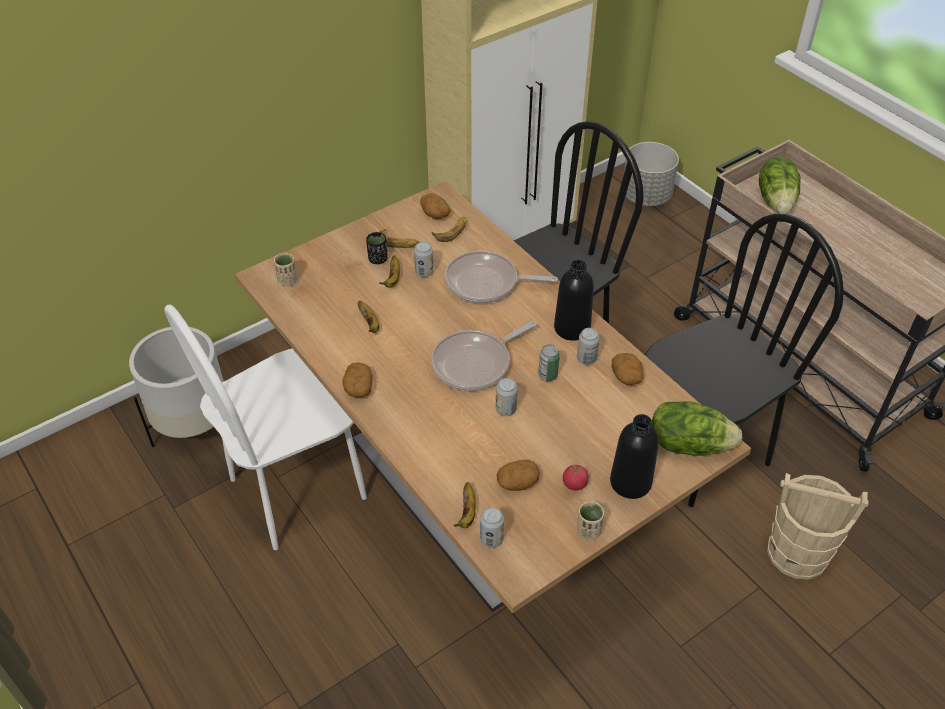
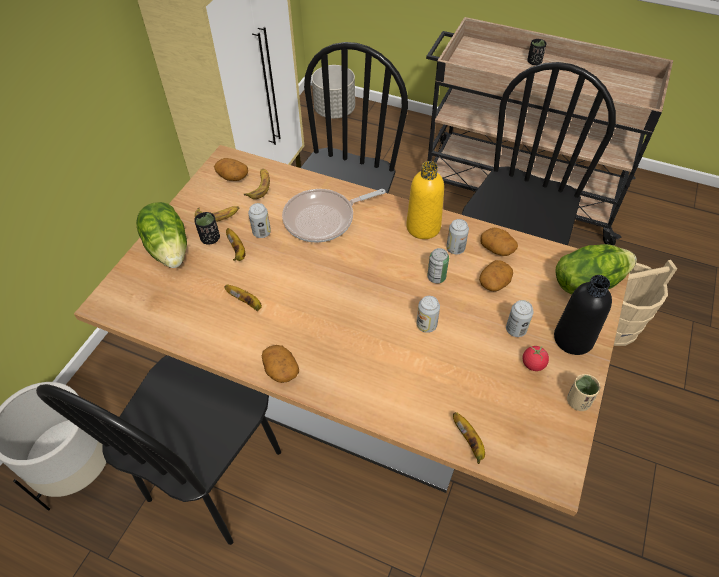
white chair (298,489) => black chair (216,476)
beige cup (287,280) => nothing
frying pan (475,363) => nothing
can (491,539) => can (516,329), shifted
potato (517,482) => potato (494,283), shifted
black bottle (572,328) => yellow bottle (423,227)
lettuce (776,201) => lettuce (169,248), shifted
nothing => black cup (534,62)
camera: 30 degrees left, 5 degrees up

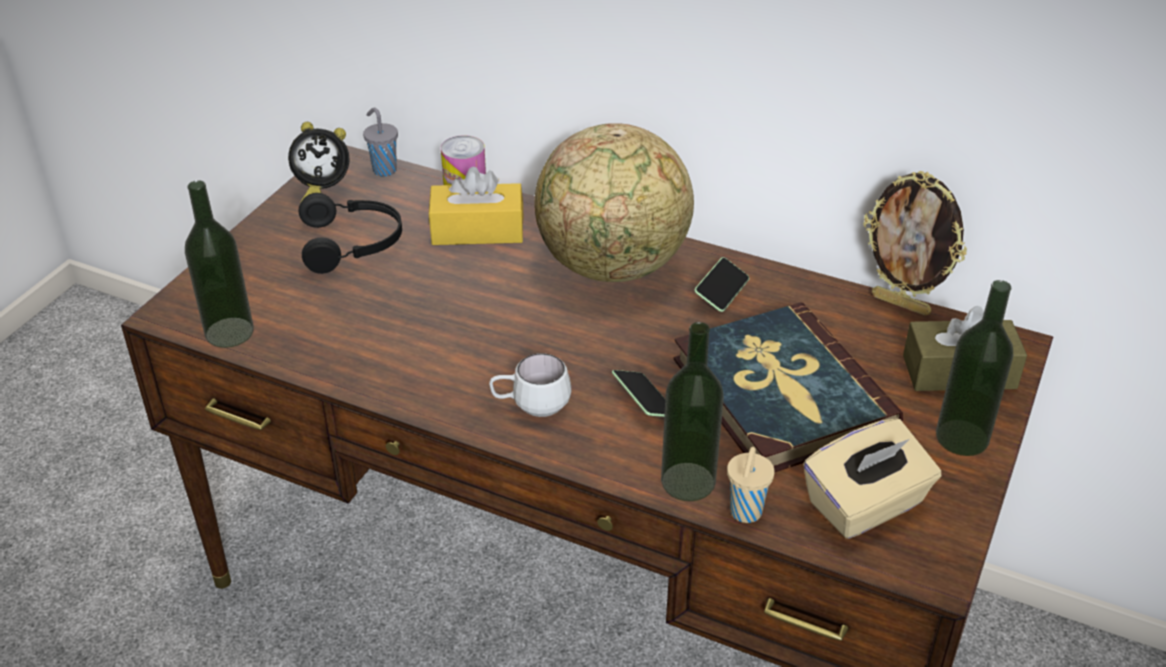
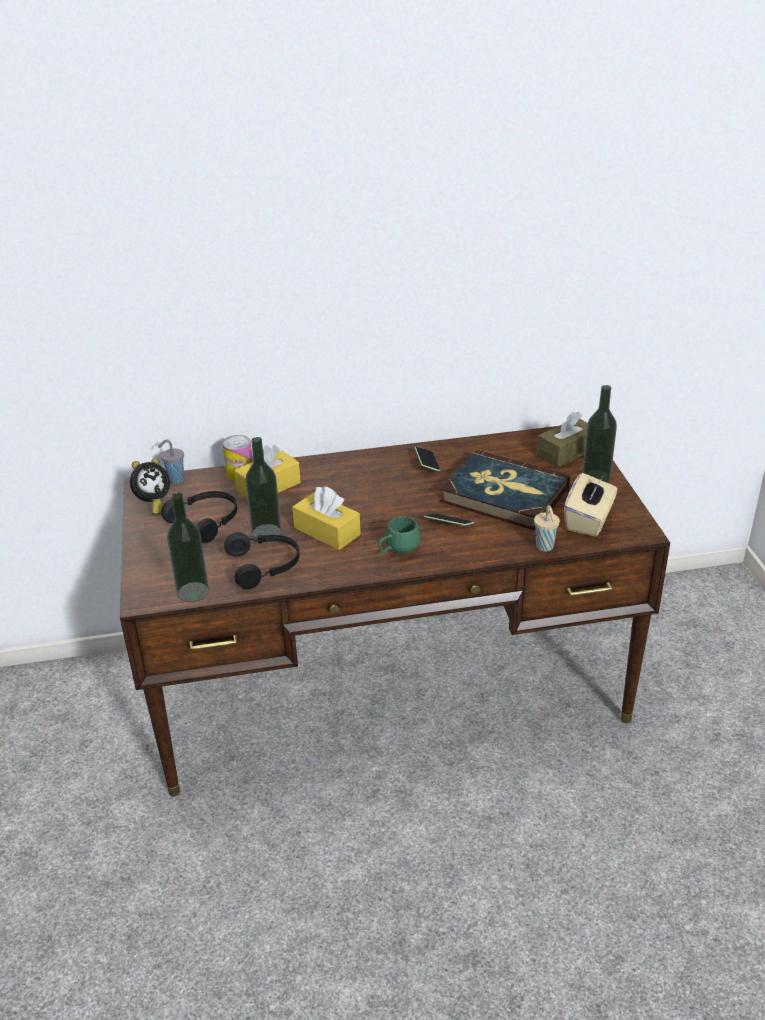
white mug (531,406) => green mug (398,551)
globe (613,267) => nothing
bottle (688,481) => bottle (266,532), shifted
picture frame (901,304) => nothing
nothing => black headphones (265,566)
nothing => yellow tissue box (327,531)
camera: 35 degrees left, 5 degrees down

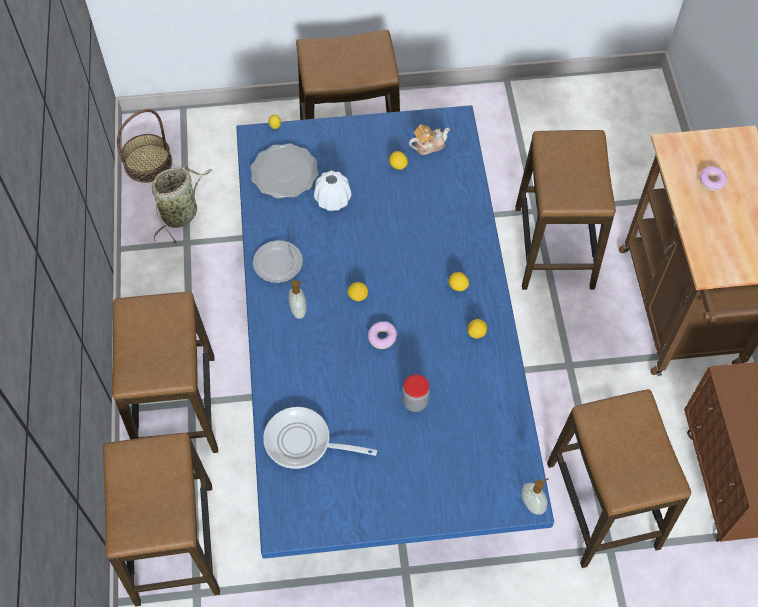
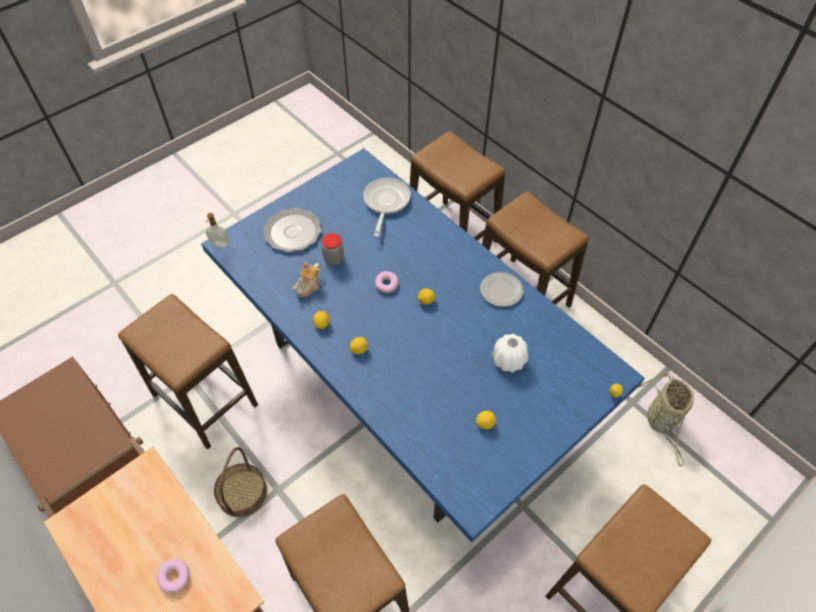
basket (148,163) => basket (242,493), shifted
plate (284,173) => plate (293,232), shifted
frying pan (303,442) => frying pan (385,203), 60 degrees counterclockwise
soap dispenser (299,310) => nothing
teapot (428,145) => teapot (309,286), shifted
camera: 145 degrees right, 5 degrees down

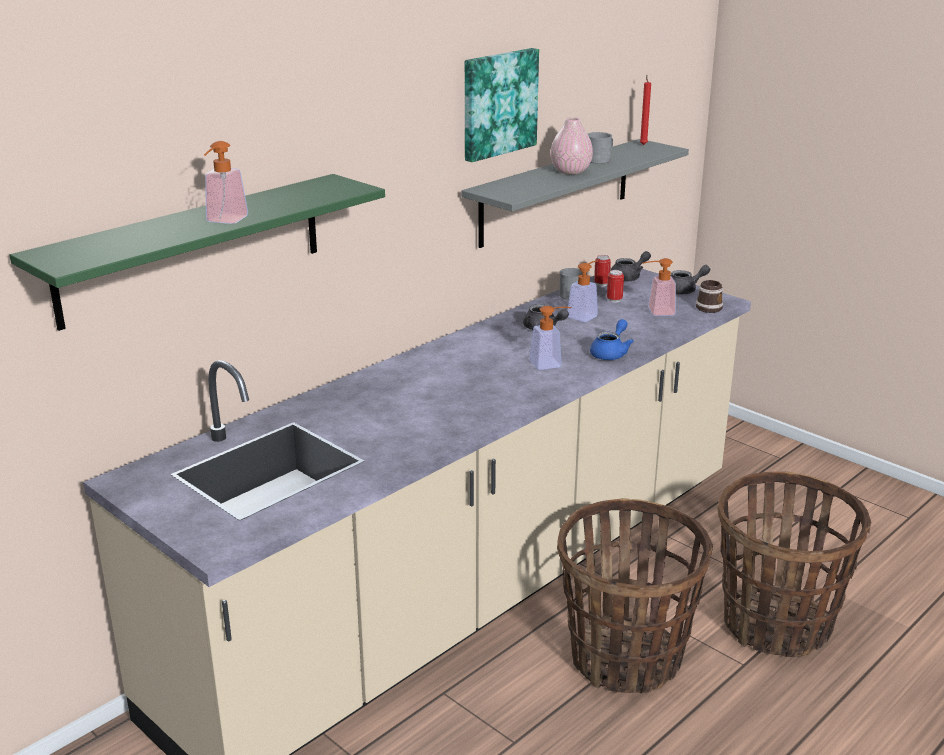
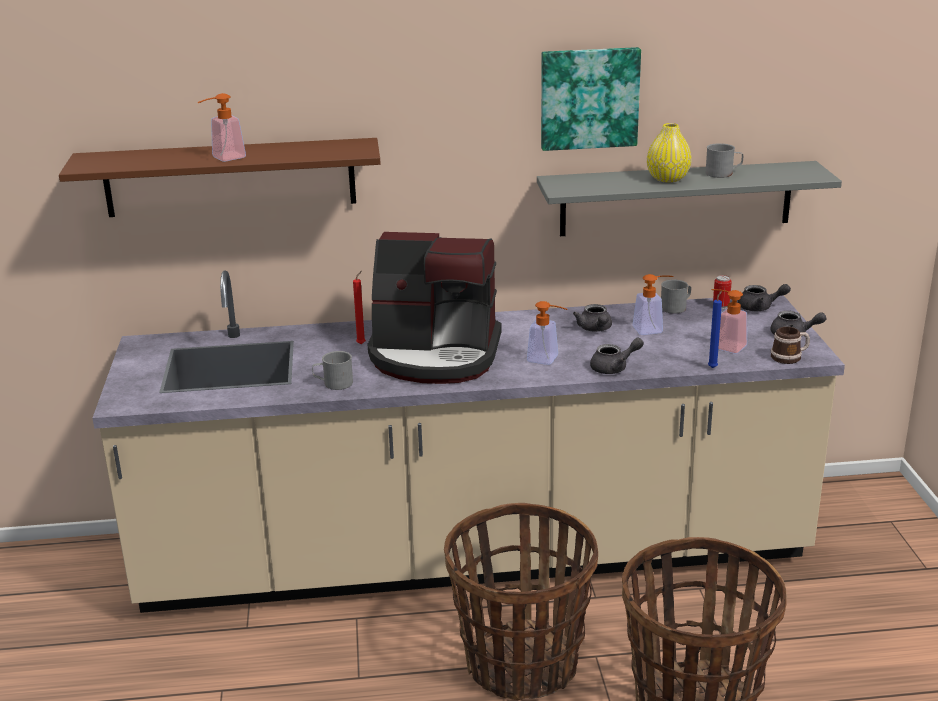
green shelf (193,249) => brown shelf (230,177)
pink vase (571,171) => yellow vase (668,179)
blue teapot (611,353) => grey teapot (614,368)
can (614,300) => nothing
red candle (643,144) => red candle (362,343), shifted
nothing => grey mug (333,383)
nothing => coffee machine (435,355)
nothing => blue candle (713,367)
camera: 40 degrees right, 0 degrees up

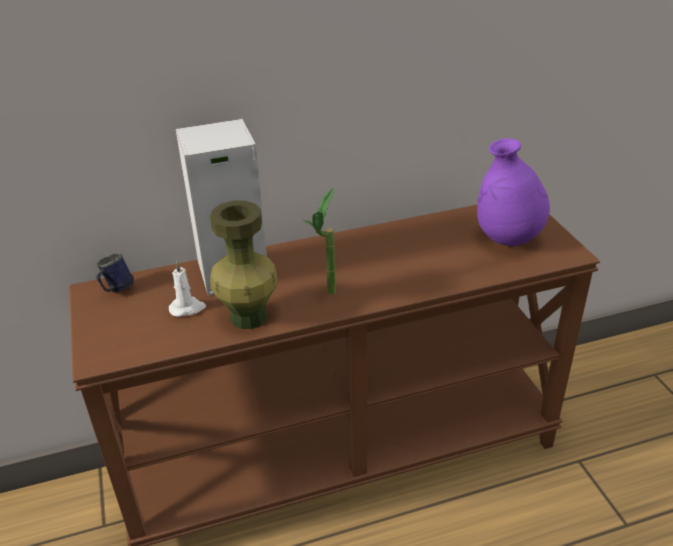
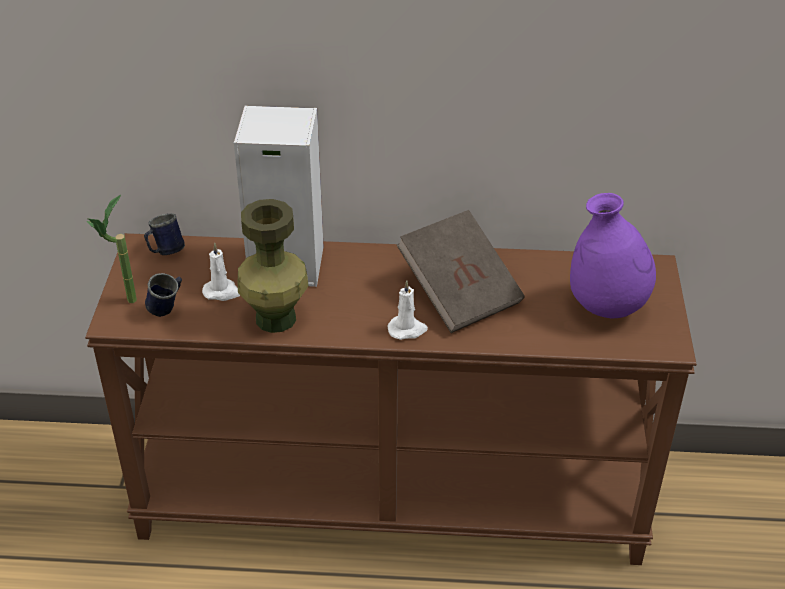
potted plant (327,296) => potted plant (123,304), shifted
nothing => blue mug (168,308)
nothing => white candle (407,329)
nothing => brown book (459,292)
camera: 20 degrees right, 5 degrees up

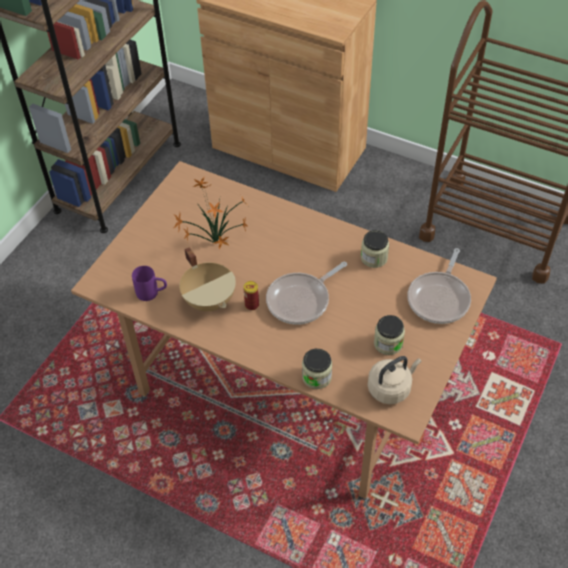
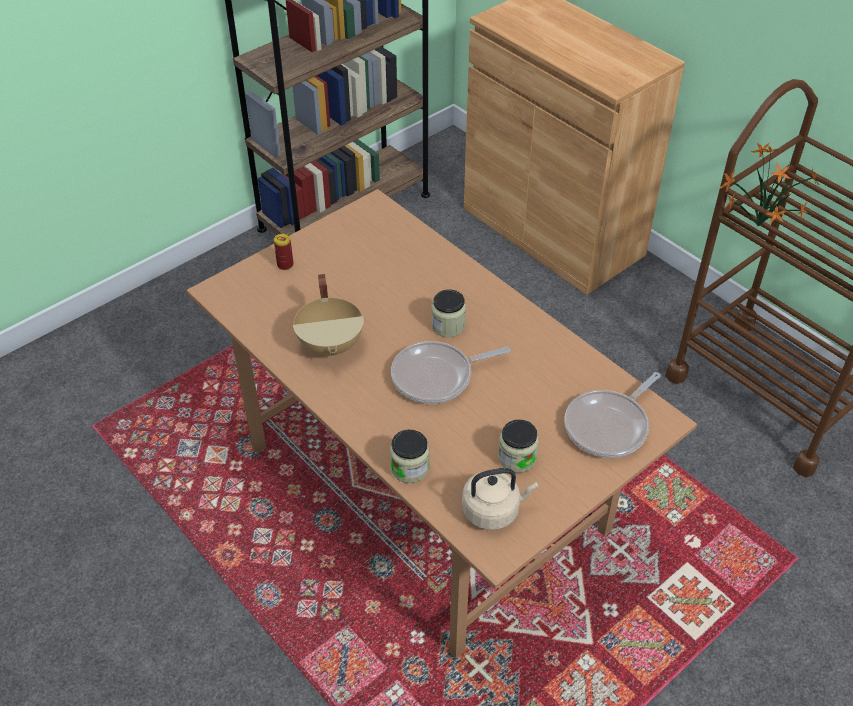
purple mug (152,293) => nothing
potted plant (213,243) => potted plant (755,226), shifted
can (252,305) => can (285,265), shifted
jar (374,258) => jar (448,326), shifted
camera: 20 degrees right, 5 degrees down

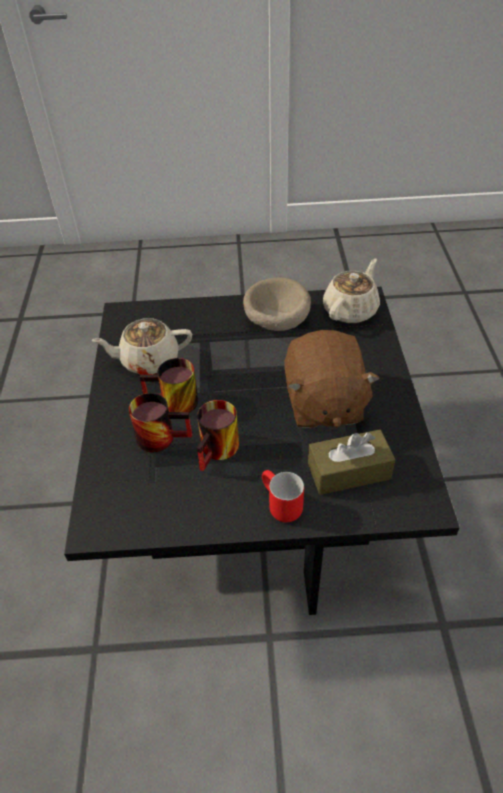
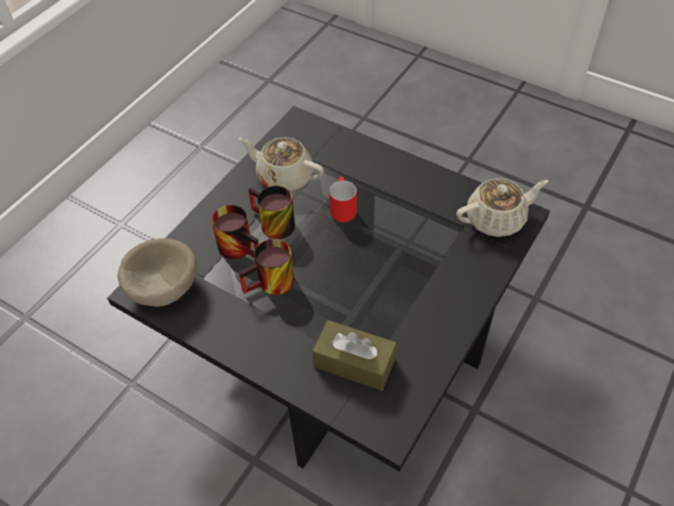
beige bowl (276,322) => beige bowl (162,288), shifted
red mug (278,505) => red mug (341,208), shifted
brown plush toy (323,403) => nothing
camera: 35 degrees right, 5 degrees up

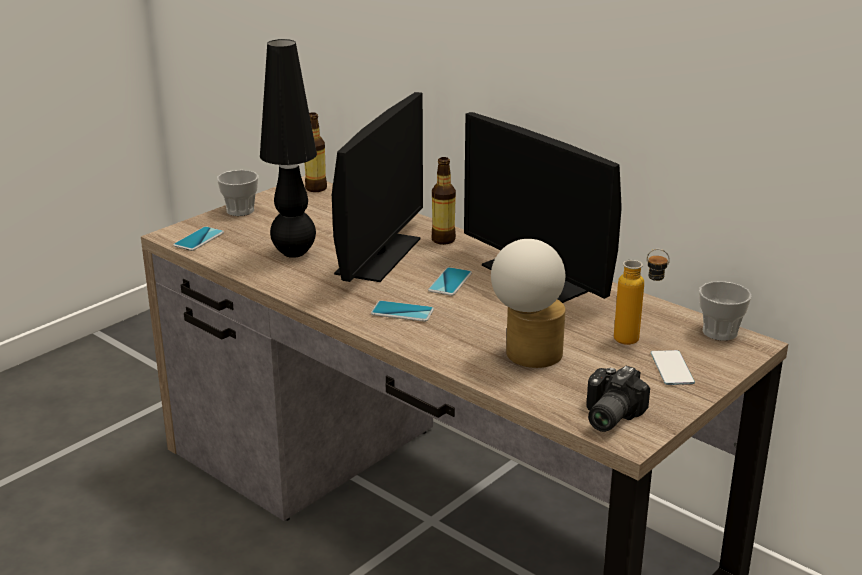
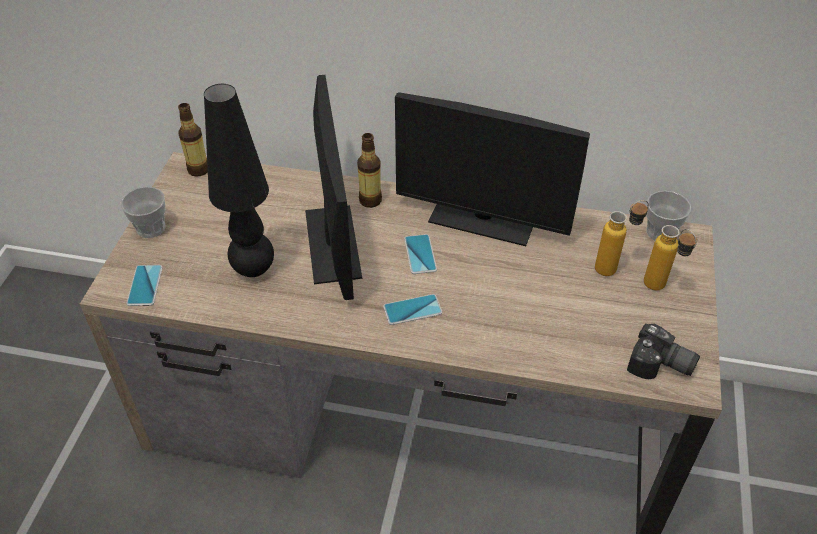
table lamp (526,356) => nothing
photo camera (607,416) => photo camera (660,366), 60 degrees counterclockwise
phone (672,368) => bottle (661,289)
camera: 30 degrees left, 20 degrees up

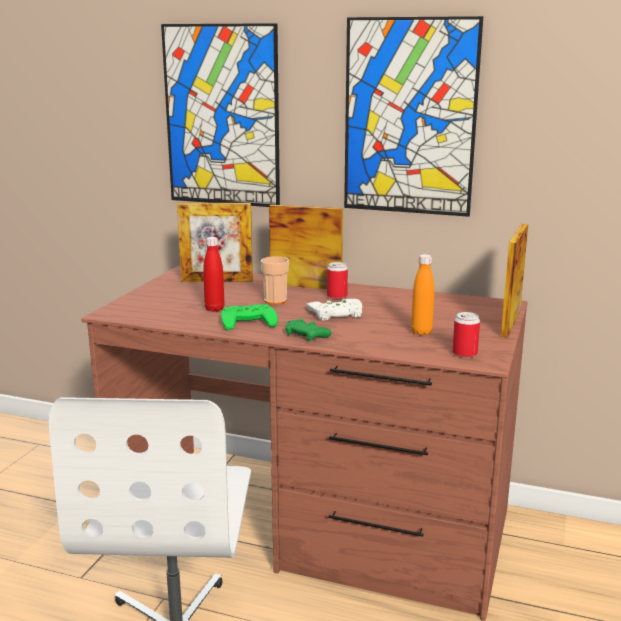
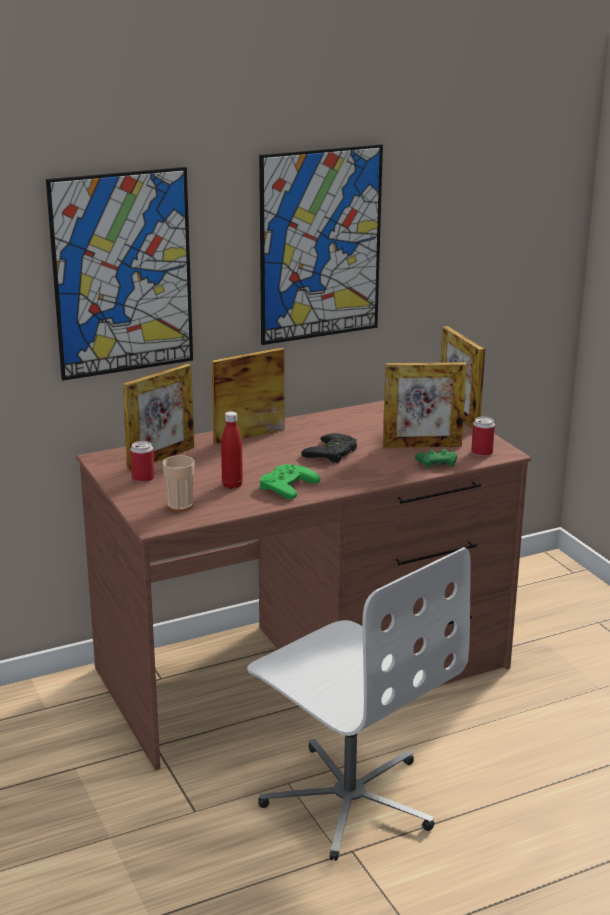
cup (275,301) => cup (180,505), shifted
green game controller (306,335) => green game controller (437,463), shifted
white game controller (336,314) => black game controller (333,453)
can (337,296) => can (143,478), shifted
orange bottle (421,332) => picture frame (422,446)
camera: 45 degrees left, 5 degrees up

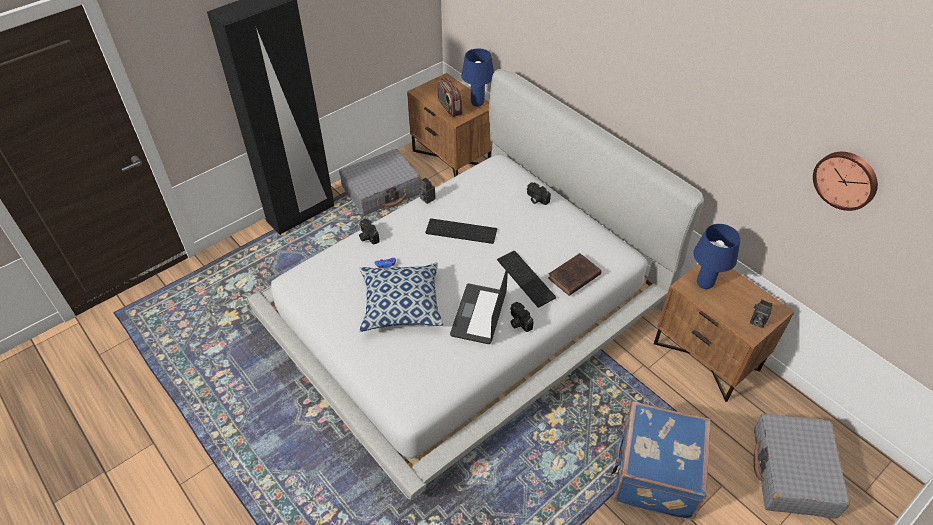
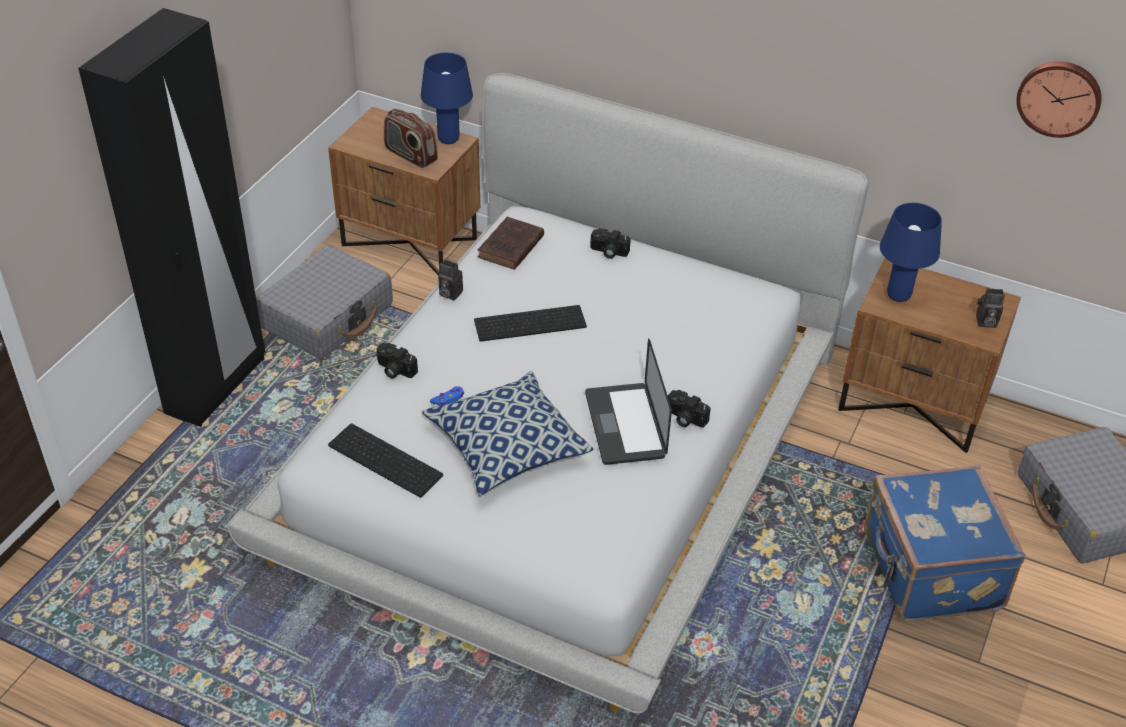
keyboard (527,278) => keyboard (387,459), shifted
brown book (573,277) => brown book (510,248), shifted
camera: 25 degrees left, 5 degrees down

